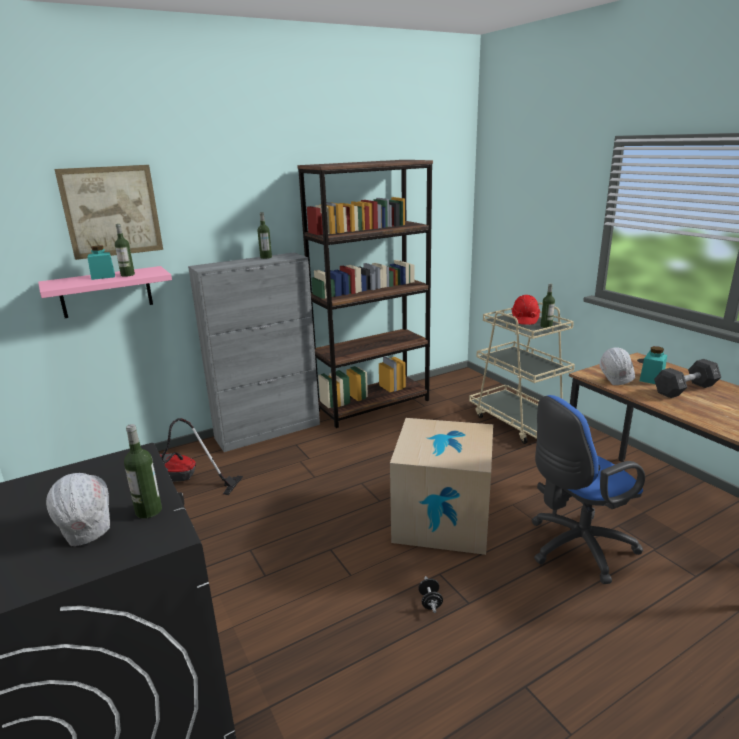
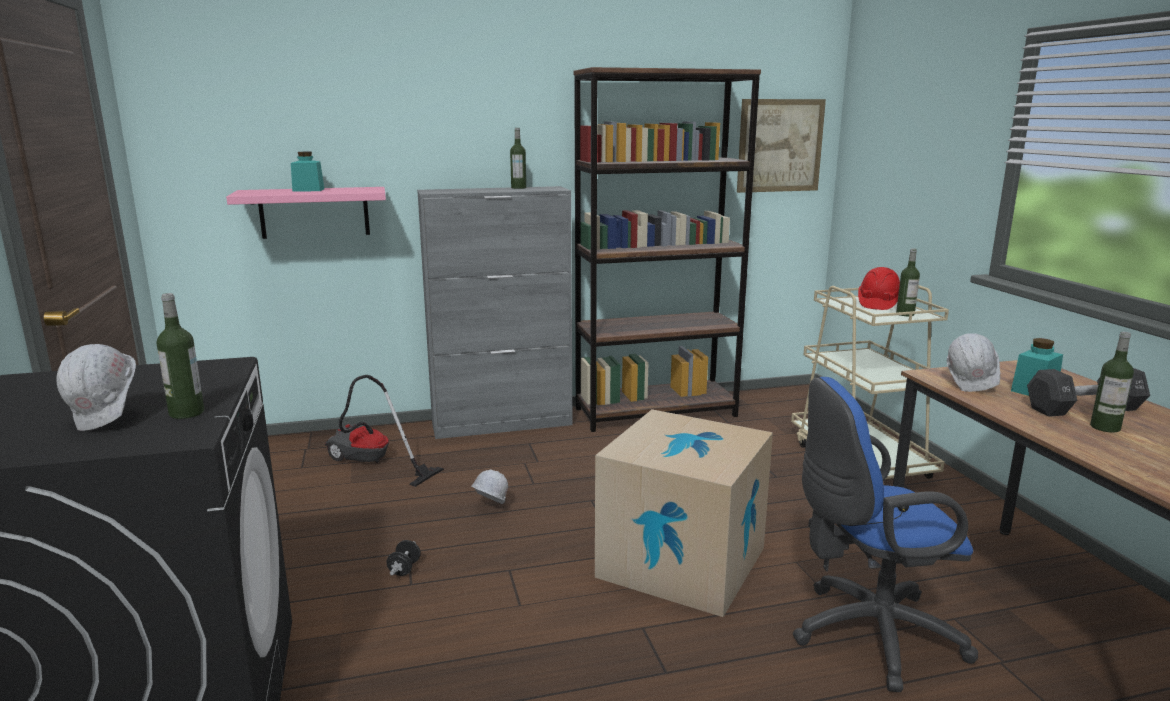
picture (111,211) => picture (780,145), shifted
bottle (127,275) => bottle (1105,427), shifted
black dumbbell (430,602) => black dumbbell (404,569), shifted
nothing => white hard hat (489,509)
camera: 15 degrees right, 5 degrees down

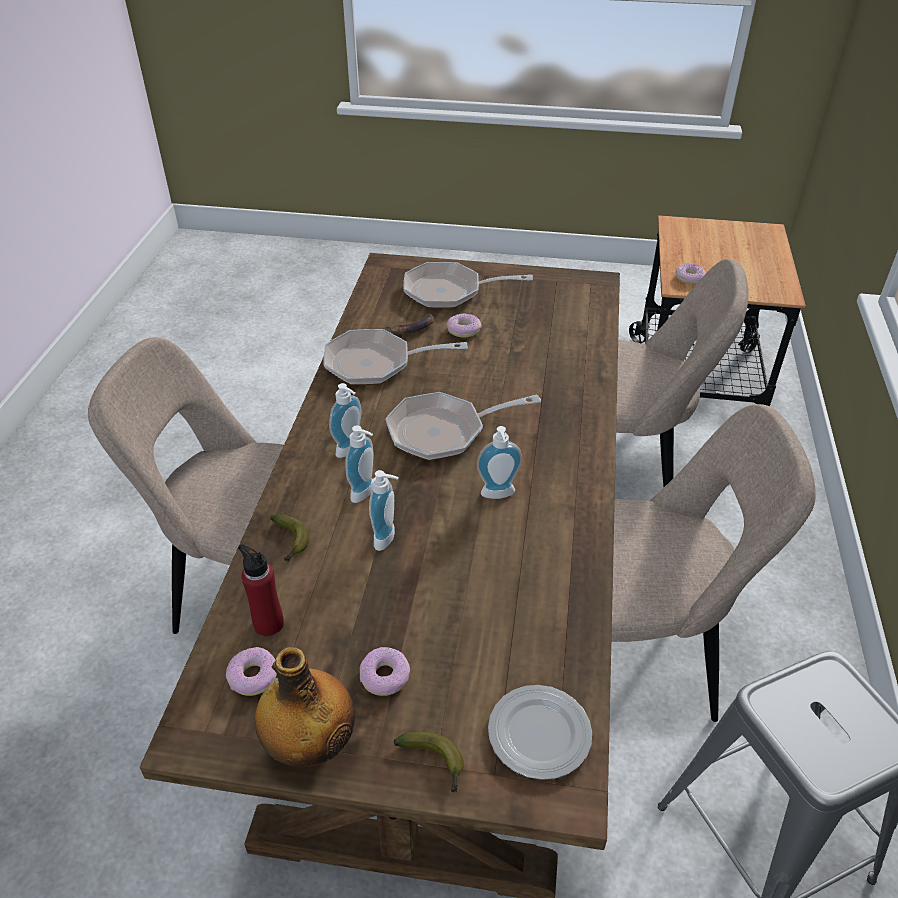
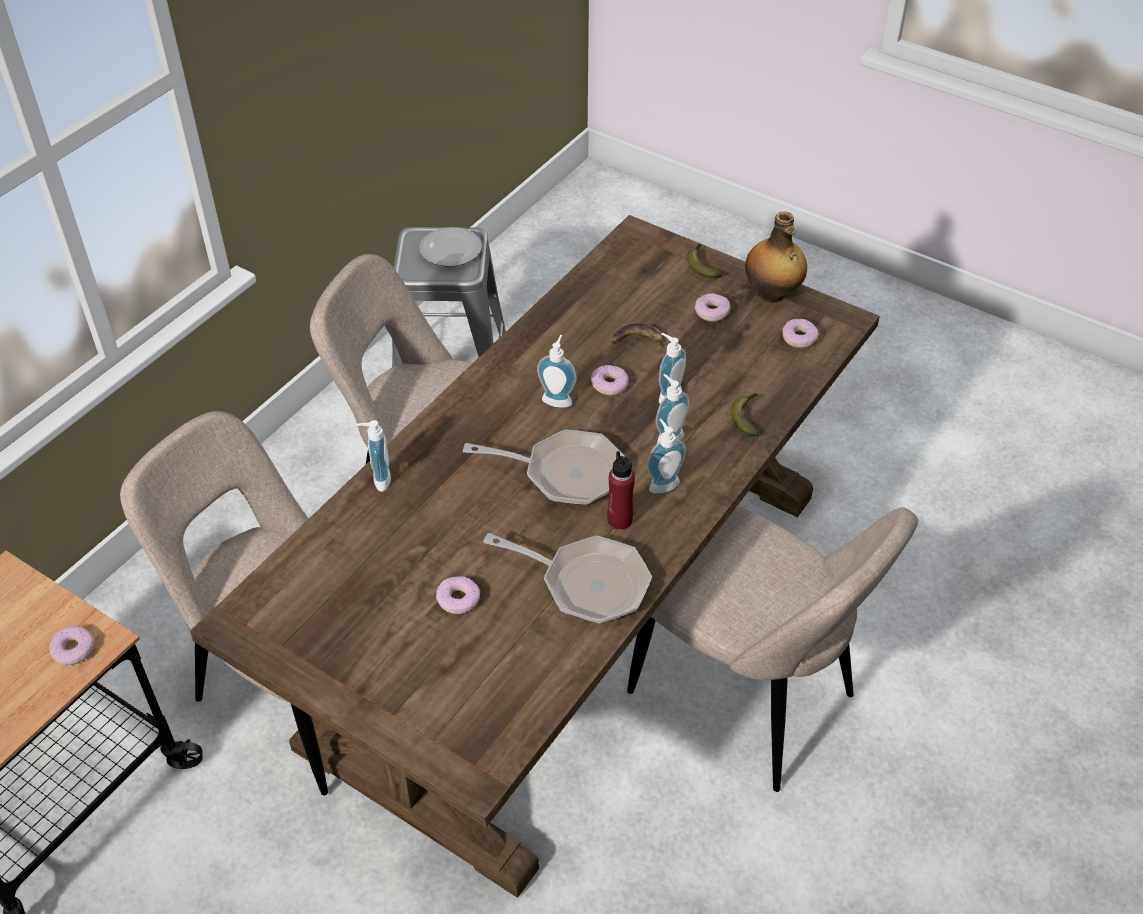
red bottle (268,624) => red bottle (620,520), shifted
banana (412,327) => banana (637,340), shifted
frying pan (449,291) => nothing
plate (540,735) => plate (450,249), shifted
nothing => soap dispenser (378,479)
nothing => donut (609,384)
camera: 155 degrees left, 5 degrees up

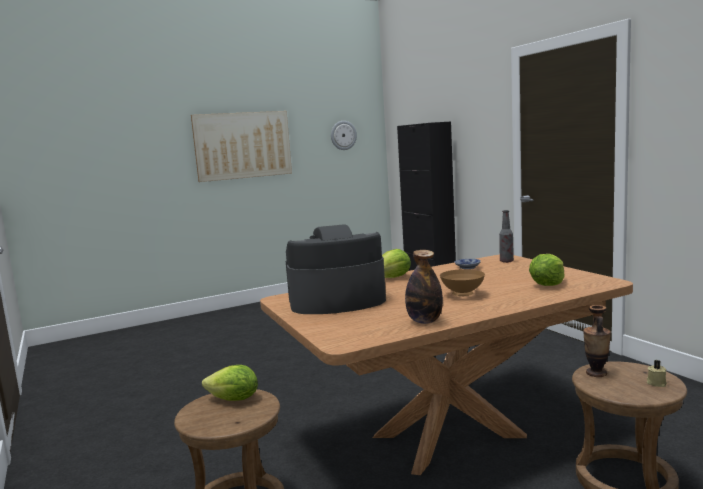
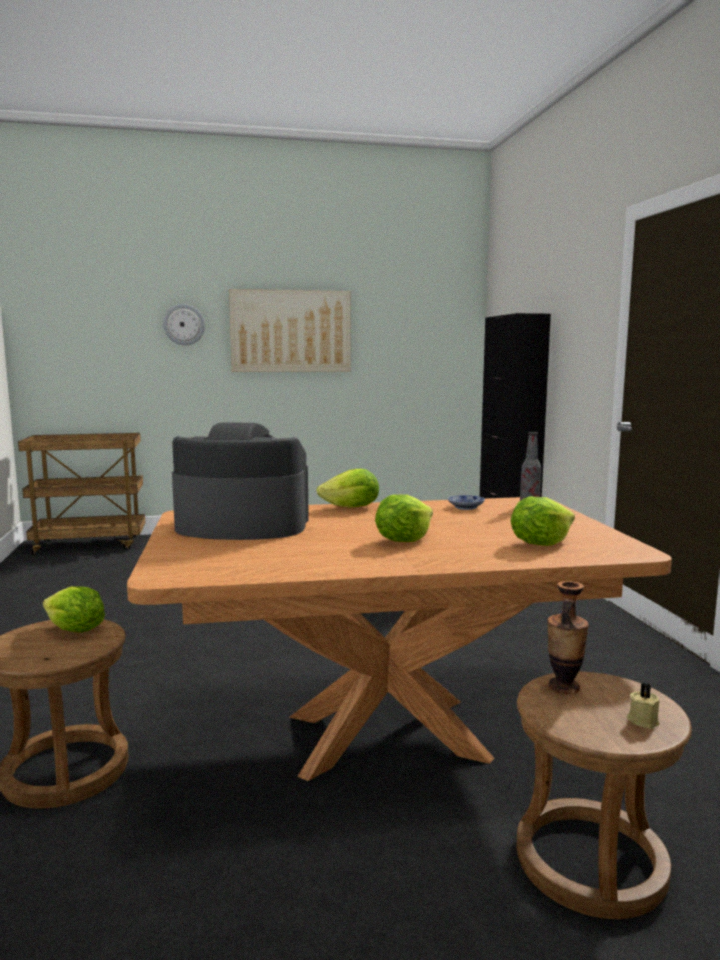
wall clock (343,135) => wall clock (184,324), shifted
bottle (424,321) => nothing
brown bowl (462,295) => lettuce (403,540)
nothing => brown cart (91,545)
camera: 15 degrees right, 0 degrees up

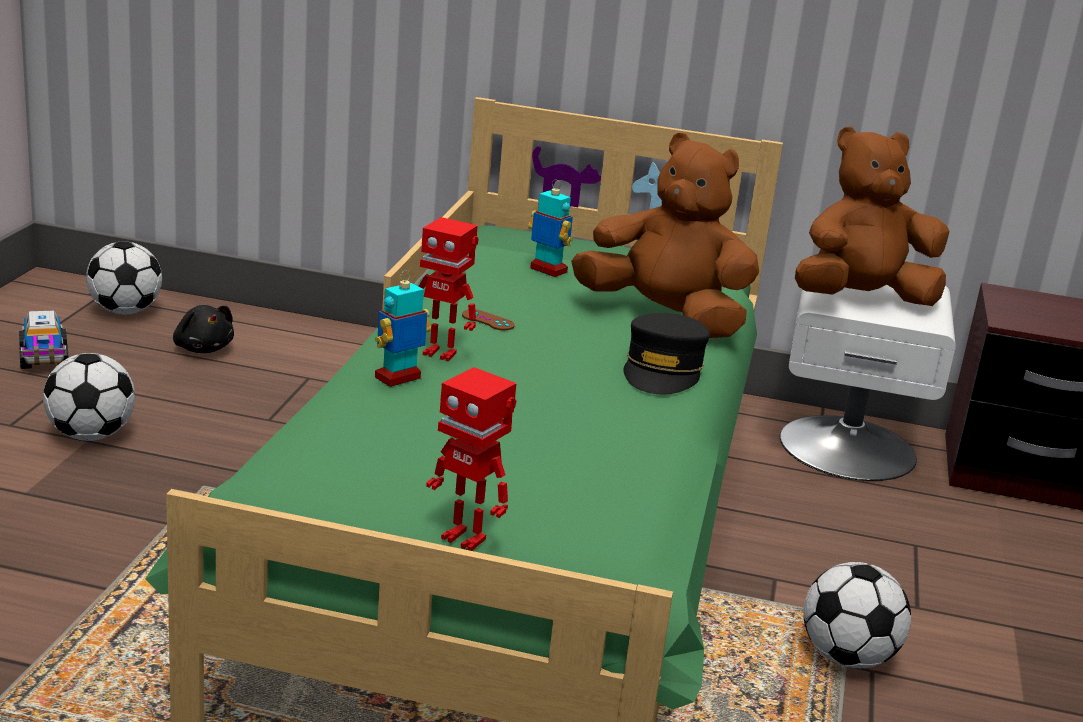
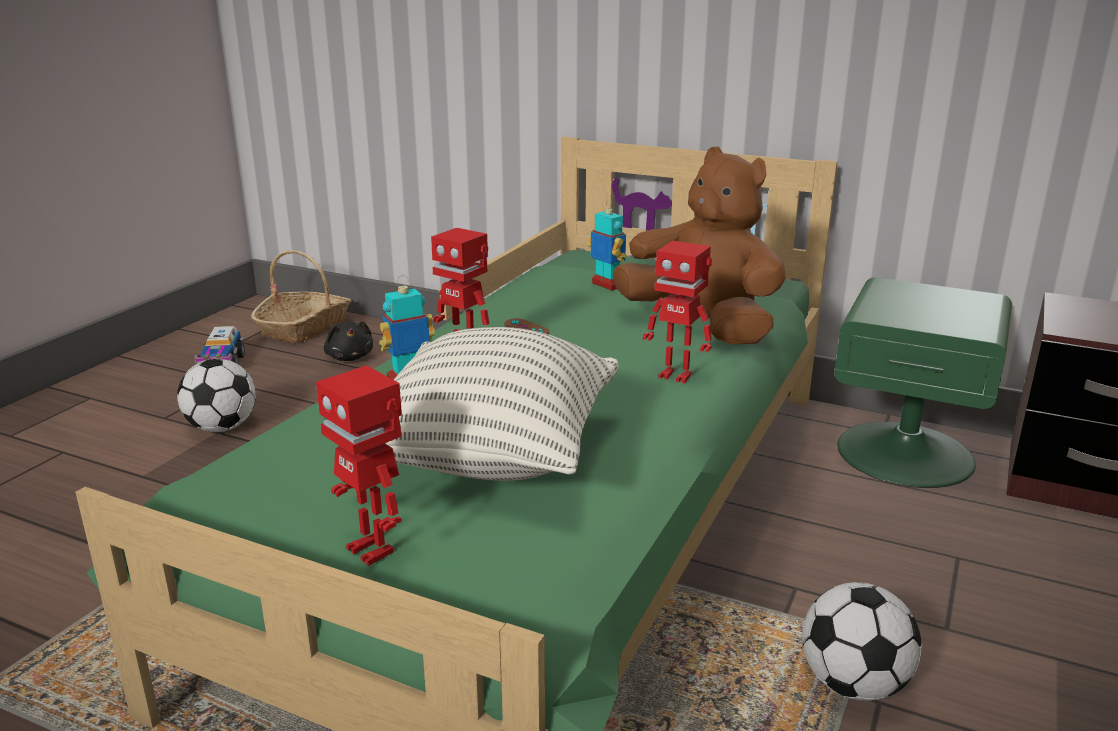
football (125,311) => basket (304,328)
black cap (663,370) => toy robot (676,375)
white nightstand (847,446) => green nightstand (905,452)
brown plush toy (861,300) => nothing
nothing => pillow (491,457)
camera: 15 degrees right, 0 degrees up

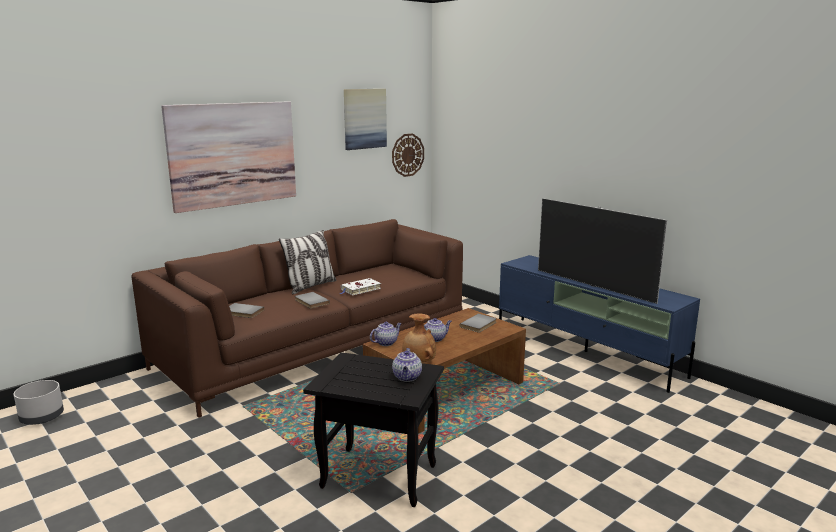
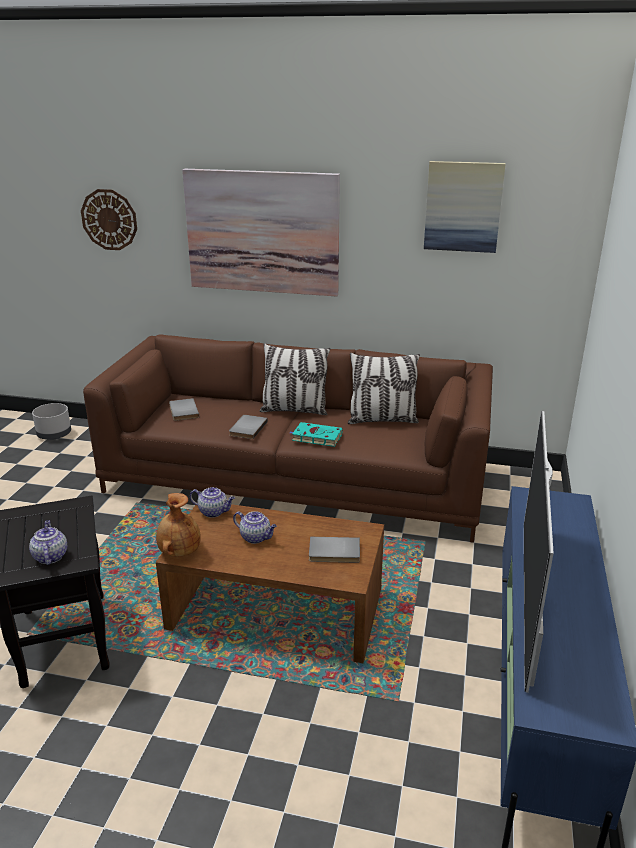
white book (360,289) => turquoise book (315,437)
wall clock (407,155) => wall clock (109,219), shifted
teapot (407,377) => teapot (50,556), 105 degrees clockwise
nothing => pillow (382,420)
camera: 55 degrees right, 10 degrees up

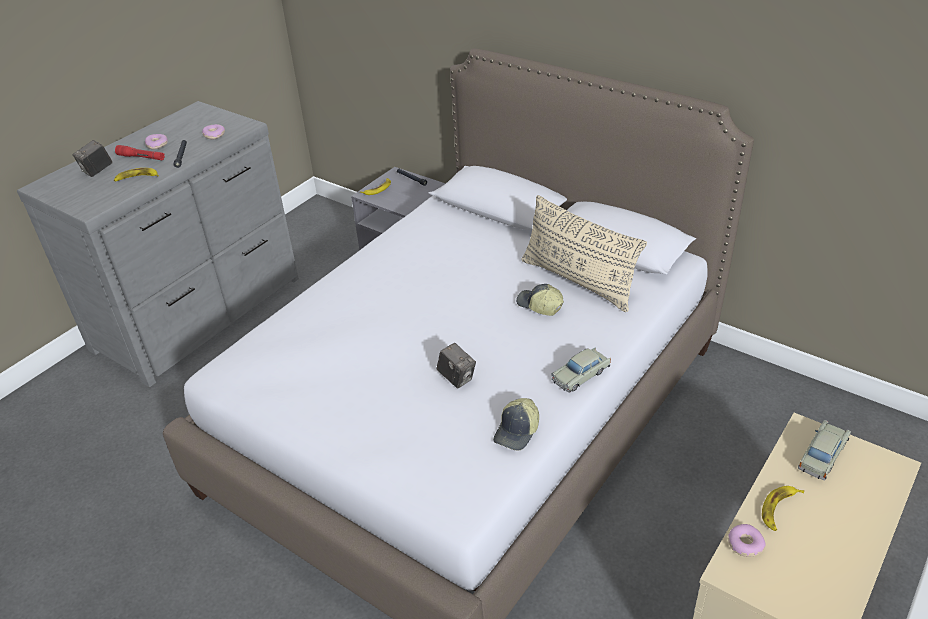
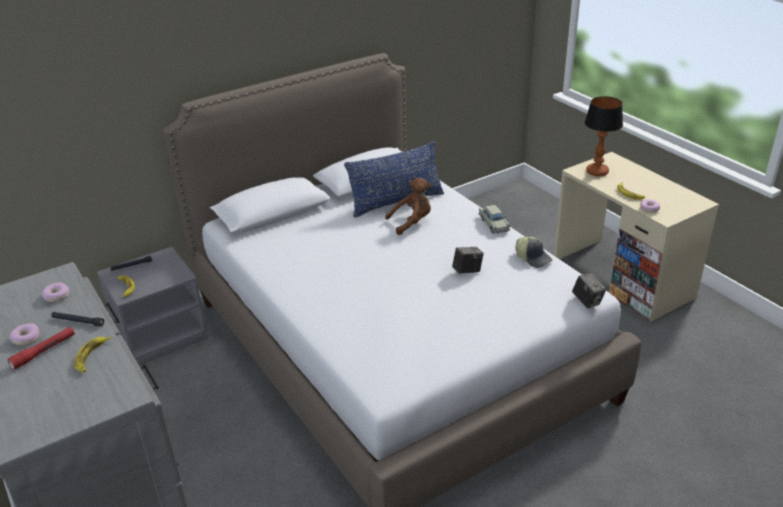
photo camera (97,171) => photo camera (587,301), shifted
cap (539,306) => brown plush toy (412,222)
beige pillow (578,281) => blue pillow (396,202)
beige toy car (822,455) => table lamp (597,172)
camera: 70 degrees left, 5 degrees down

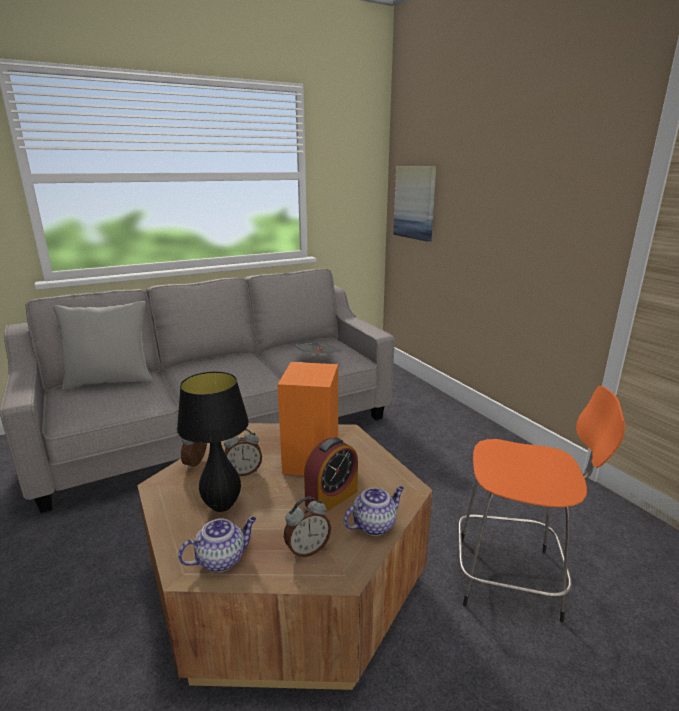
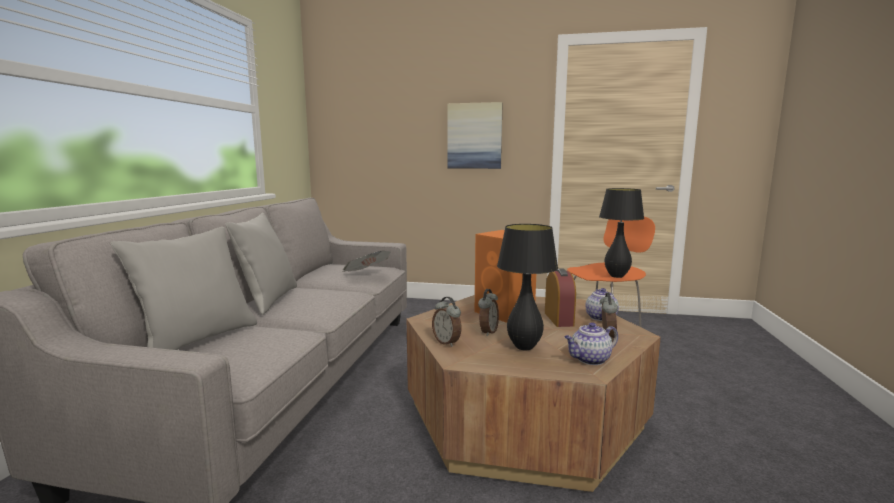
teapot (222,559) => teapot (590,360), 120 degrees counterclockwise
picture (415,202) => picture (474,136), shifted
nothing => grey pillow (268,300)
nothing => black table lamp (616,276)
camera: 50 degrees left, 10 degrees down

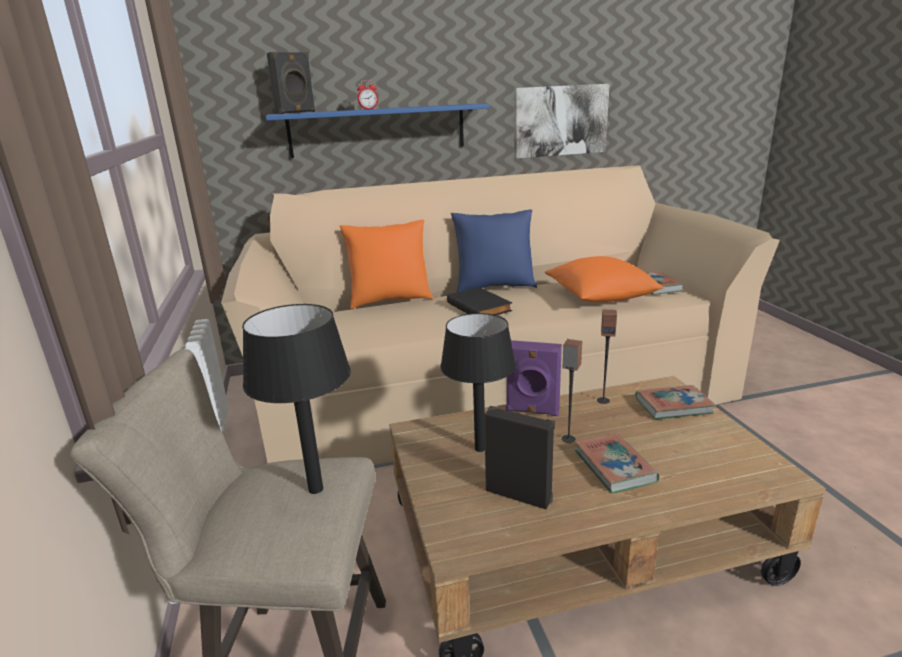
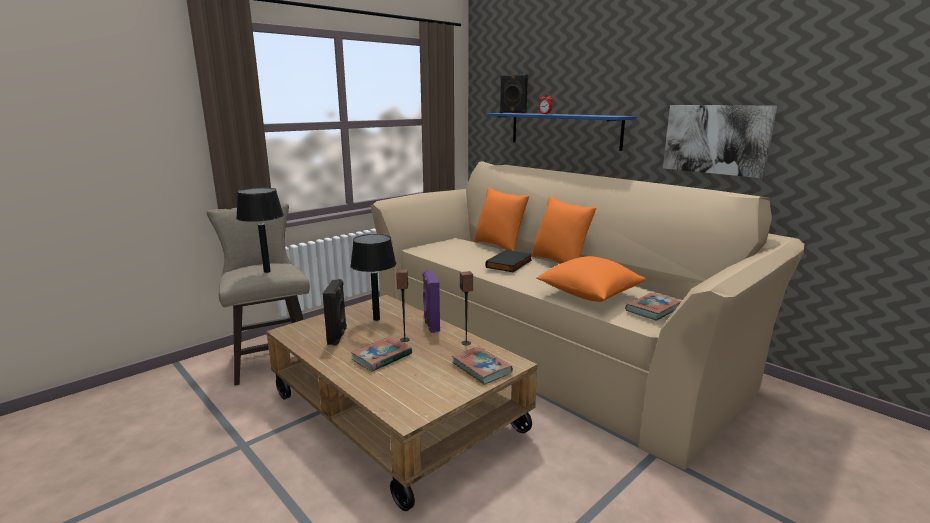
blue pillow (494,287) => orange pillow (560,262)
camera: 60 degrees right, 5 degrees down

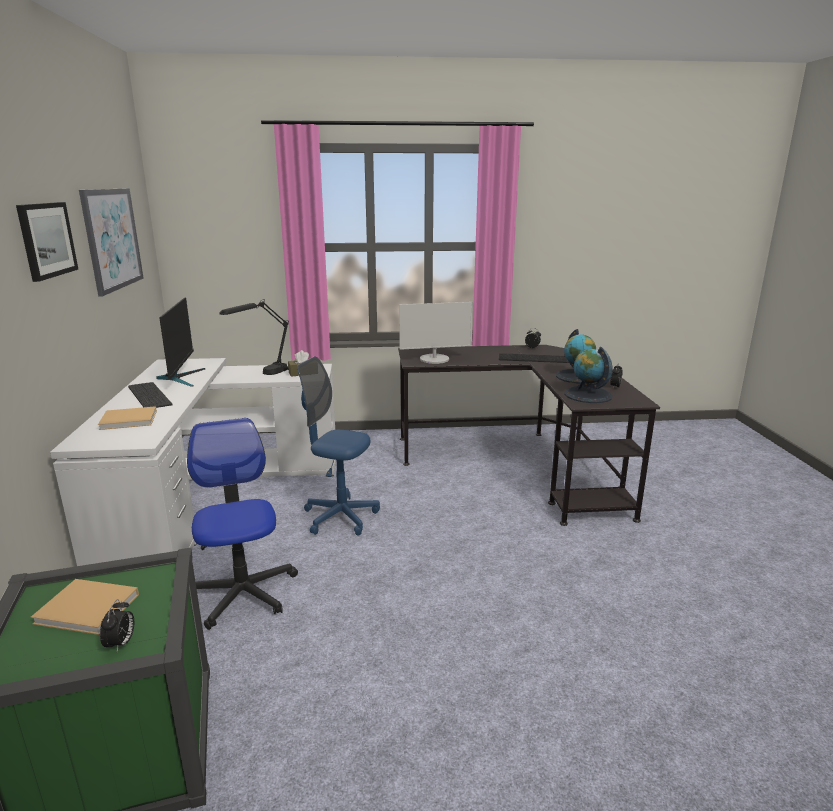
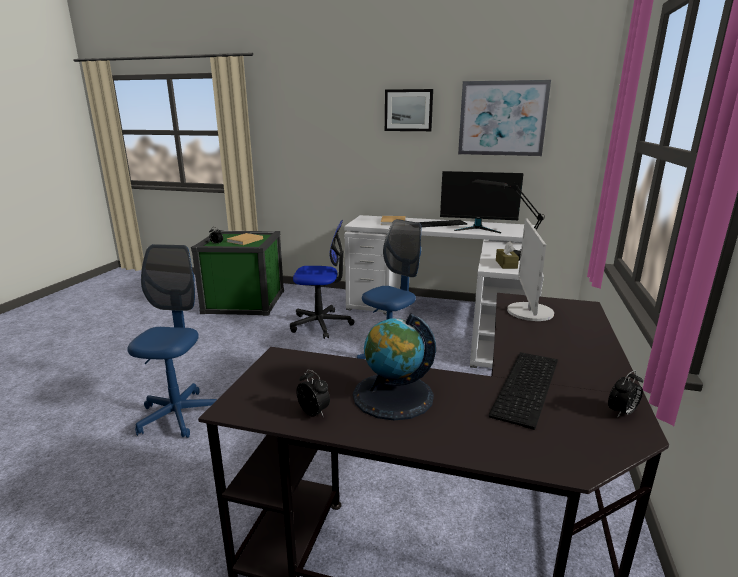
globe (588,395) => nothing
nothing => blue office chair (179,415)
camera: 110 degrees right, 0 degrees up

